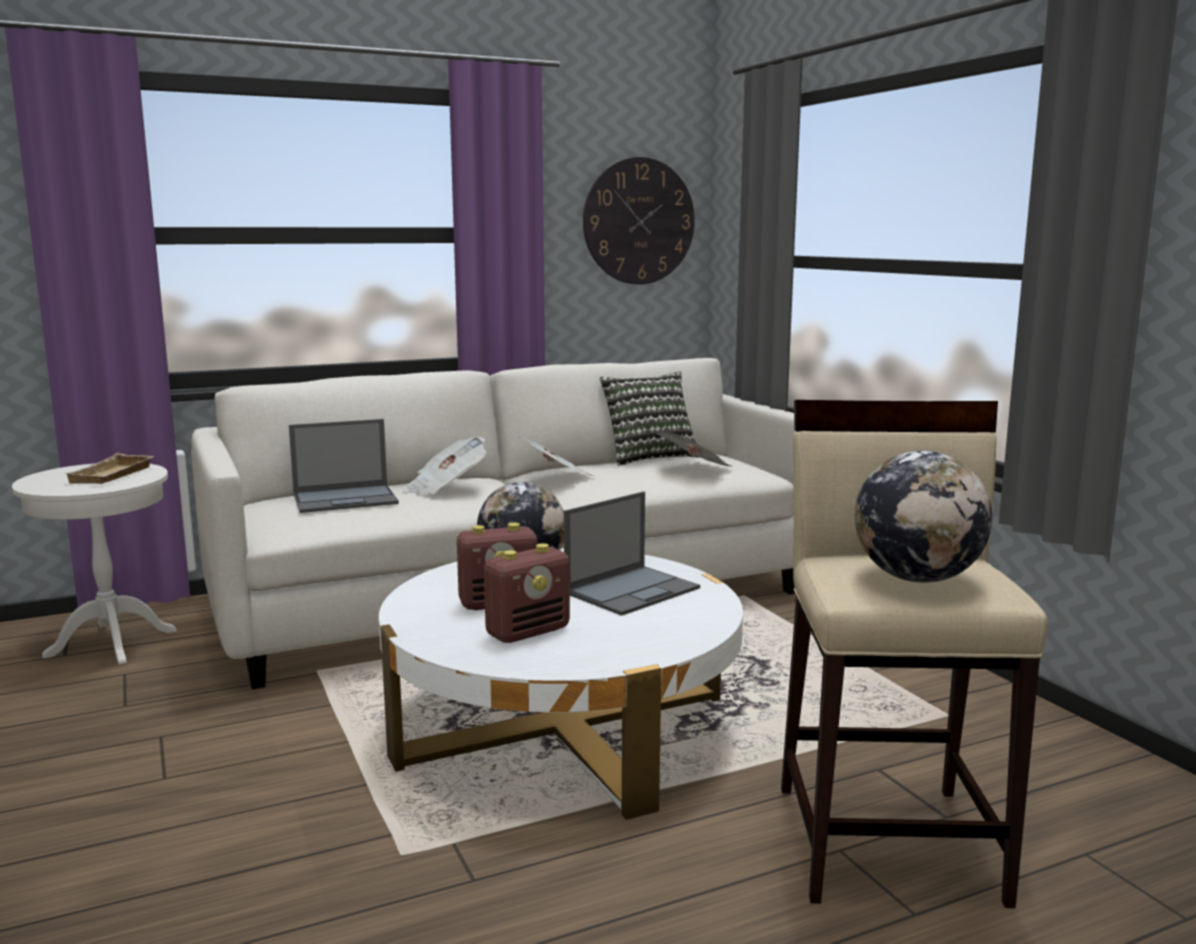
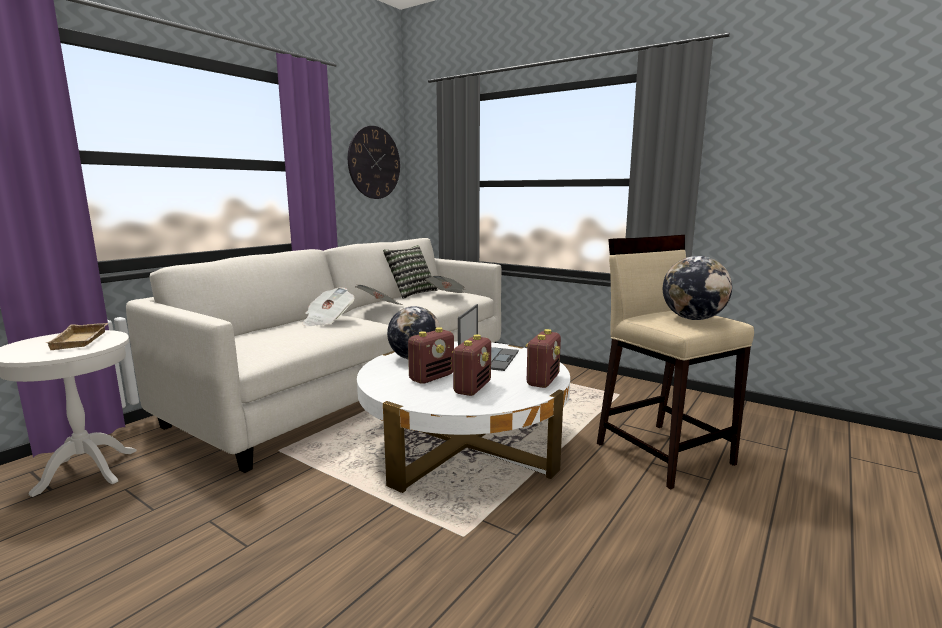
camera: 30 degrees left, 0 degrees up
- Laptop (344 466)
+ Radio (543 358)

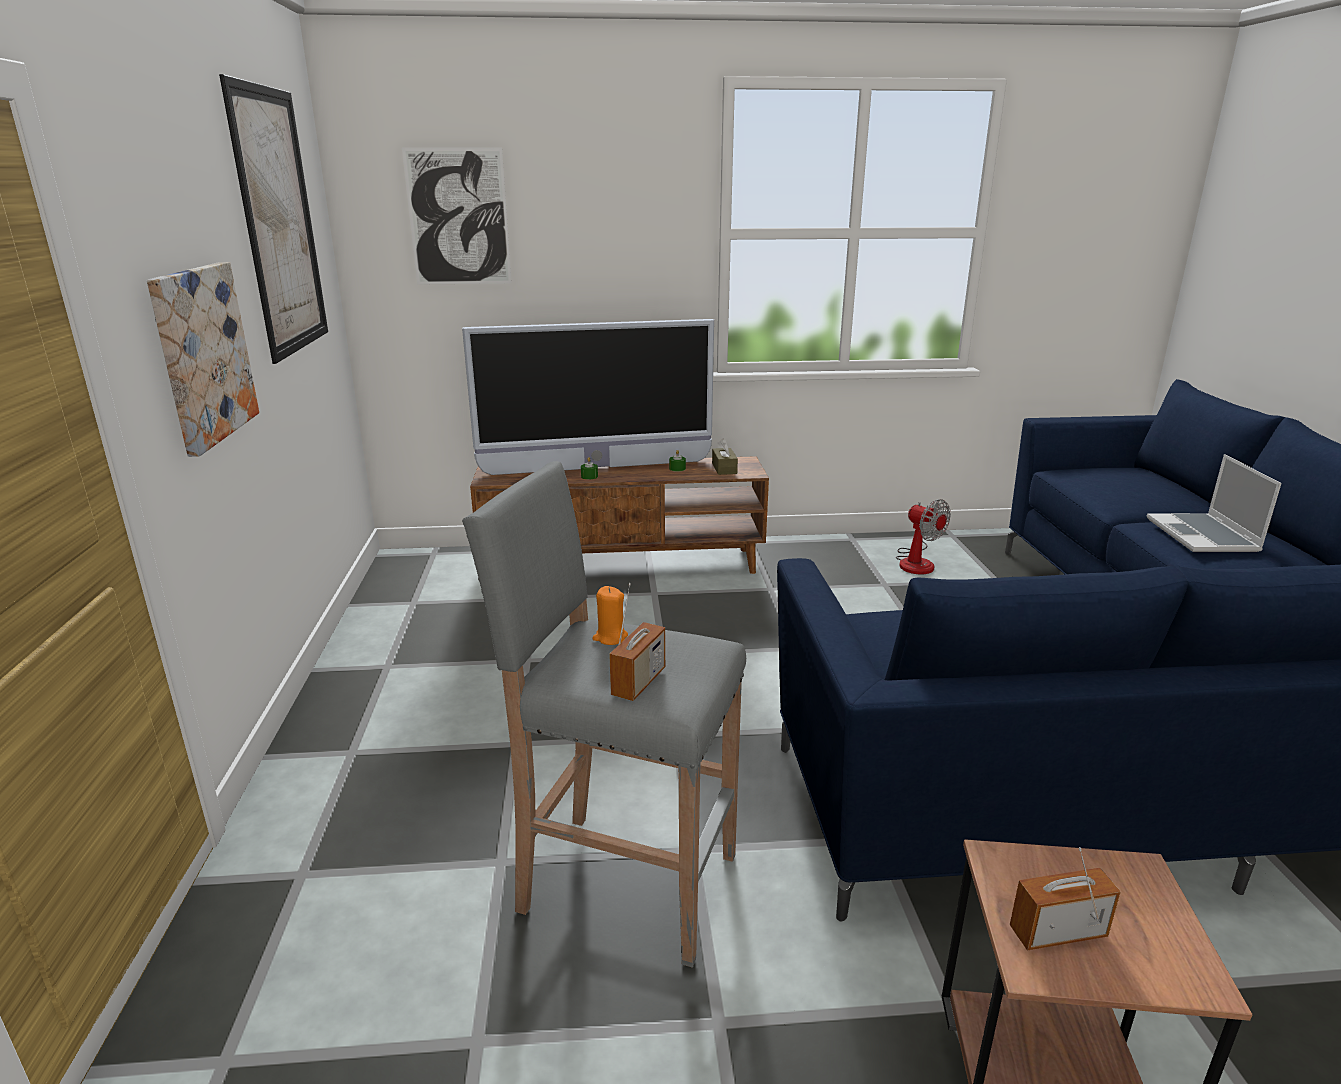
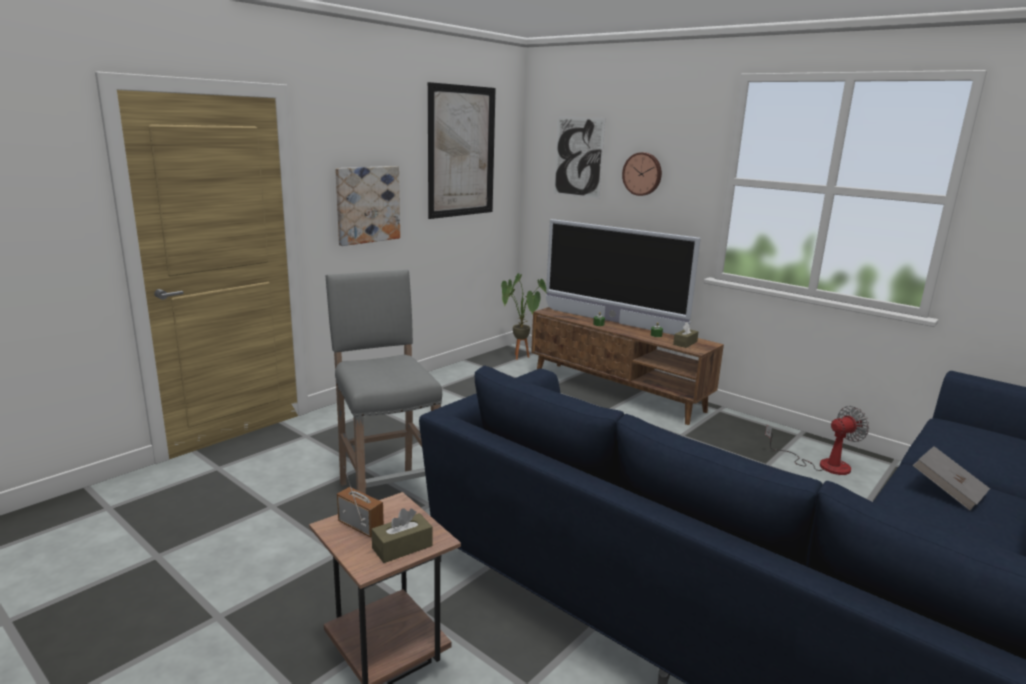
camera: 45 degrees right, 5 degrees down
~ Laptop (1214 503) to Buch/grau (951 478)
~ Ventilator (923 537) = (817 440) 120 degrees counterclockwise
- Radio (637 642)
- Kerze/orange (610 615)
+ Wanduhr (642 174)
+ Topfpflanze (524 316)
+ Taschentuchbox/braun (402 535)

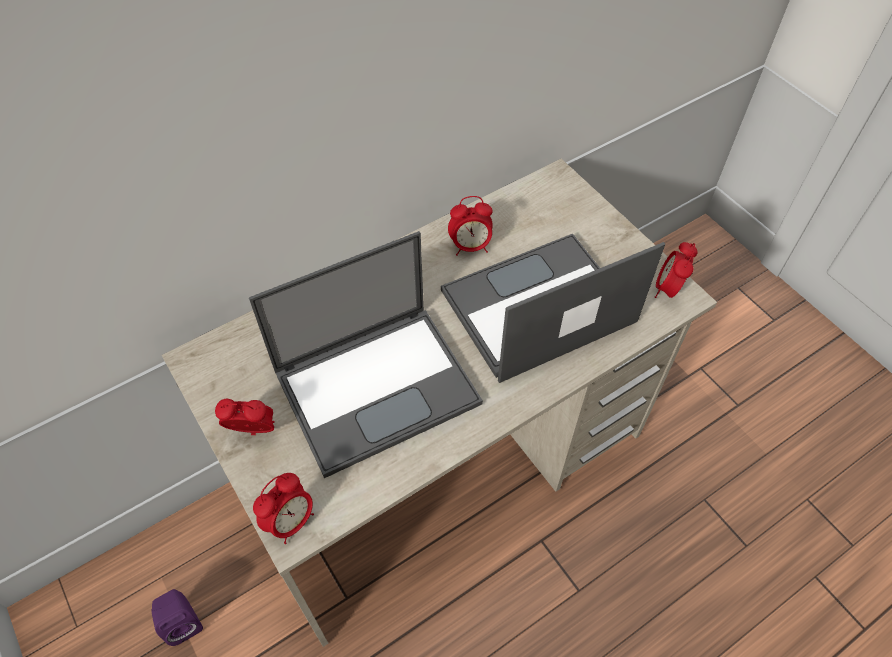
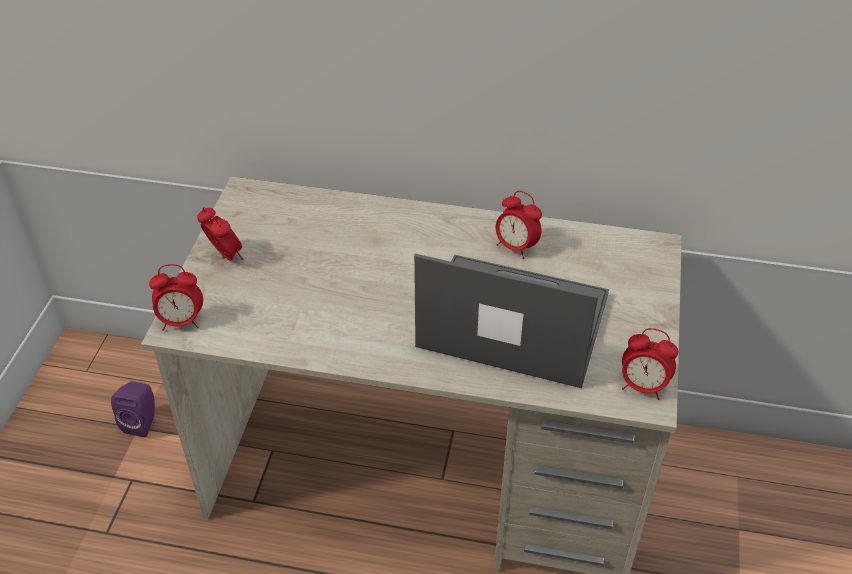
camera: 45 degrees right, 10 degrees down
- Laptop (366 354)
~ Wecker (676 270) = (650 364) 135 degrees counterclockwise

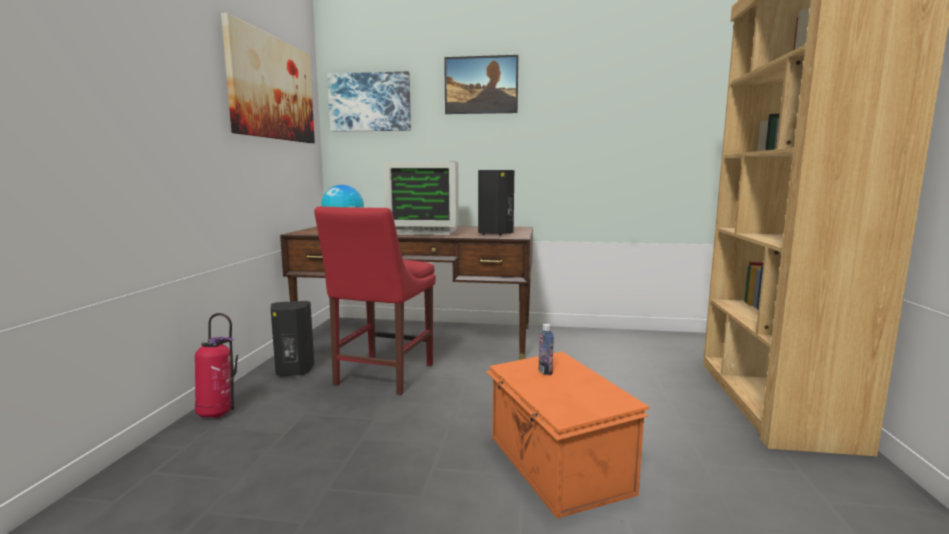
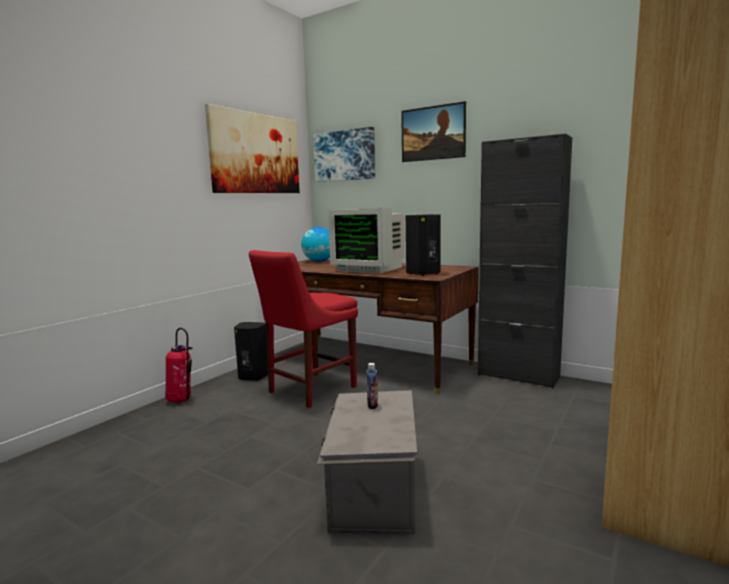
camera: 25 degrees right, 0 degrees up
~ Aufbewahrungsbox/orange (567 435) to Aufbewahrungsbox/grau (367 462)
+ Schrank/schwarz (525 261)

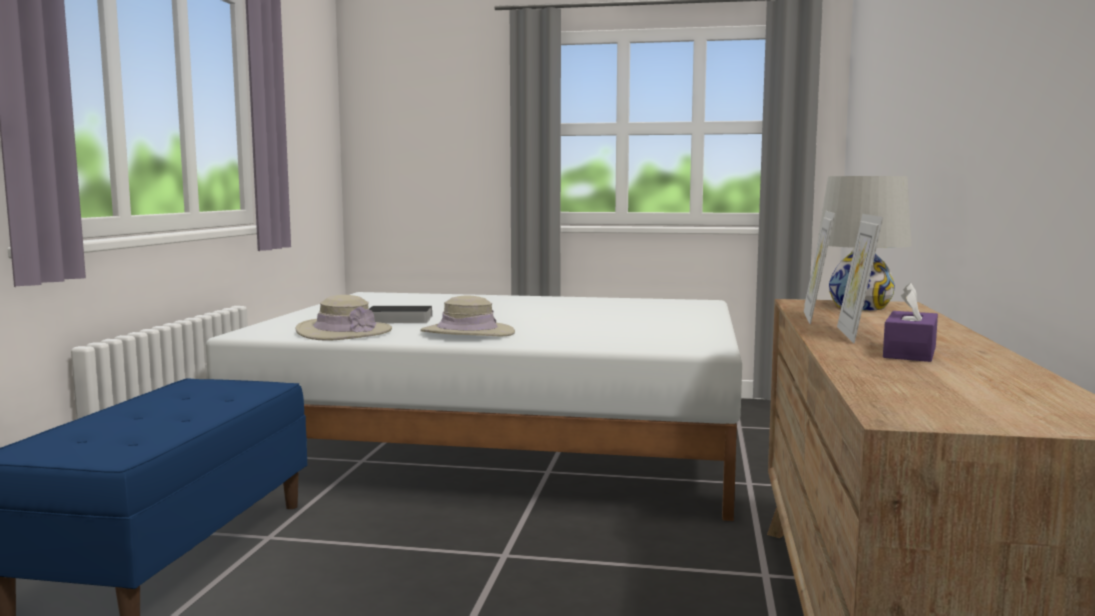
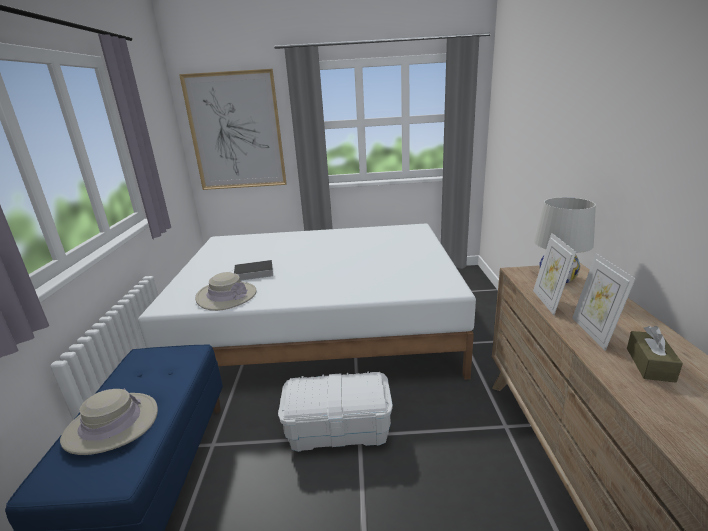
camera: 10 degrees left, 15 degrees up
~ Taschentuchbox/lila (910 322) to Taschentuchbox/braun (655 354)
~ Hut/beige (467 316) to (109 422)
+ Bild (233 129)
+ Aufbewahrungsbox/weiß (335 411)

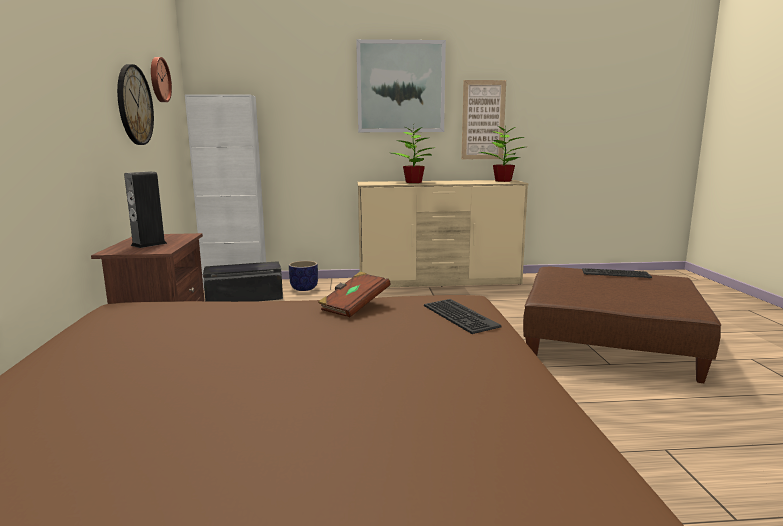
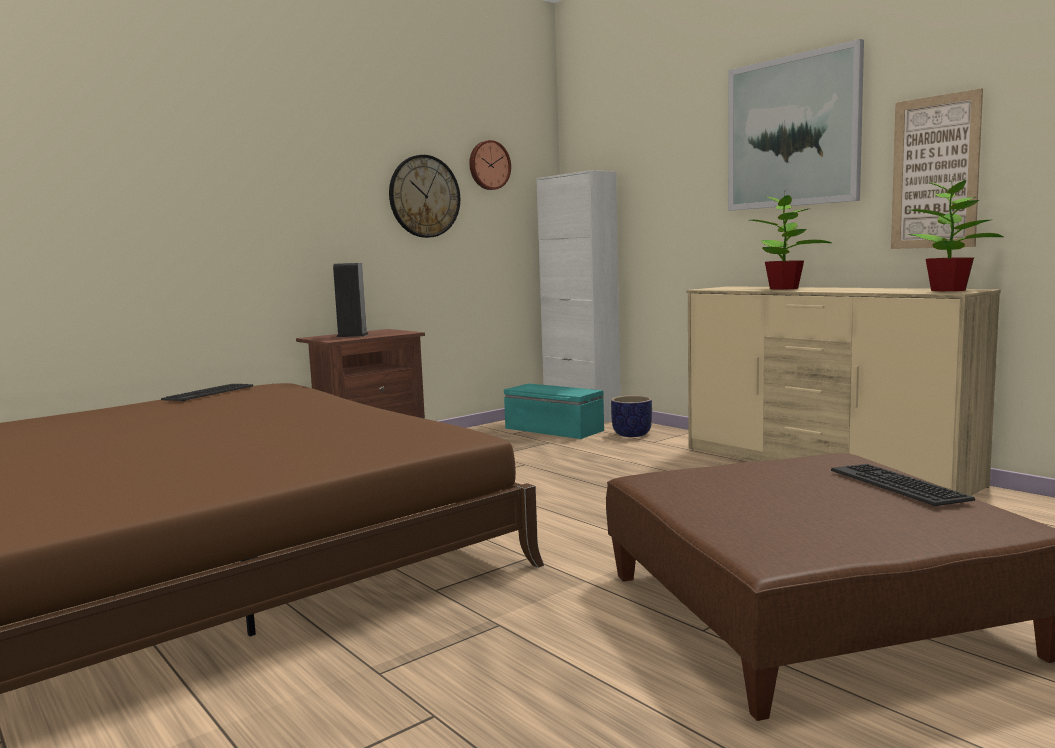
camera: 55 degrees right, 5 degrees down
~ Aufbewahrungsbox/schwarz (243 281) to Aufbewahrungsbox/türkis (554 411)
- Buch/braun (354 294)
~ Tastatur (463 316) to (207 392)

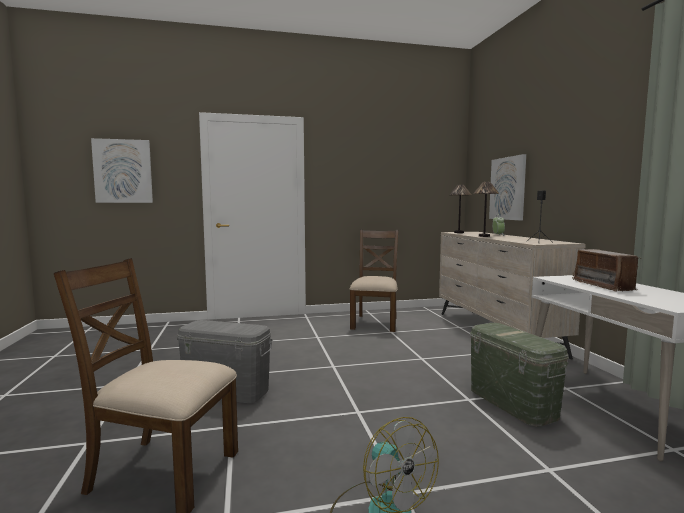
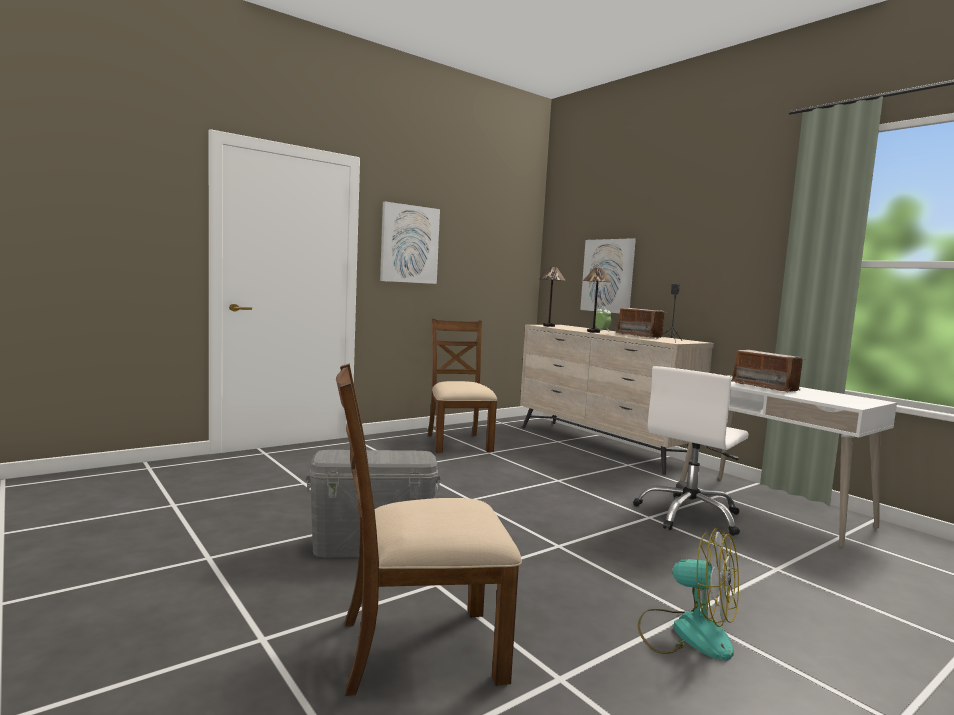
camera: 25 degrees left, 0 degrees up
~ Bild (122 170) to (410 242)
~ Aufbewahrungsbox/grün (519 375) to Bürostuhl/weiß (691 451)
+ Radio (640 323)

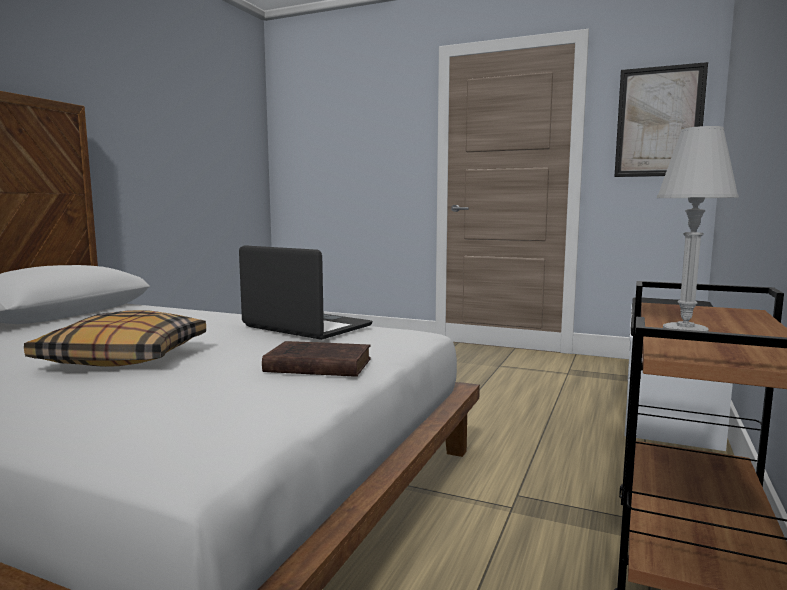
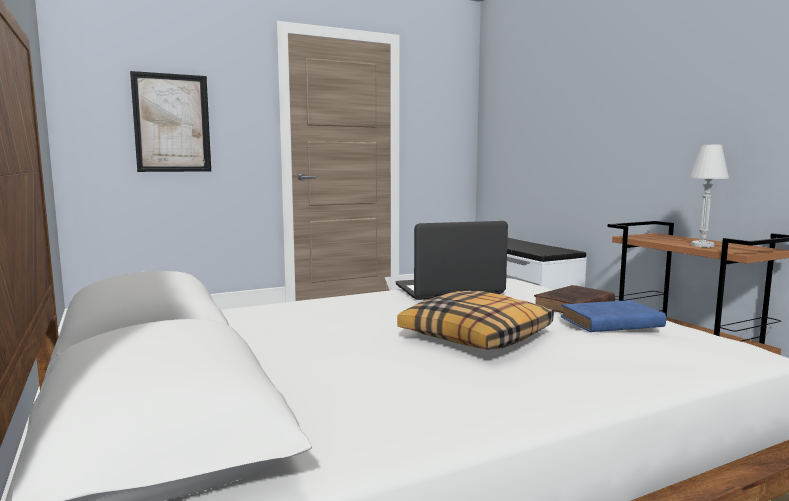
camera: 50 degrees left, 0 degrees up
~ Bild (661 119) to (170 121)
+ Buch/blau (613 316)

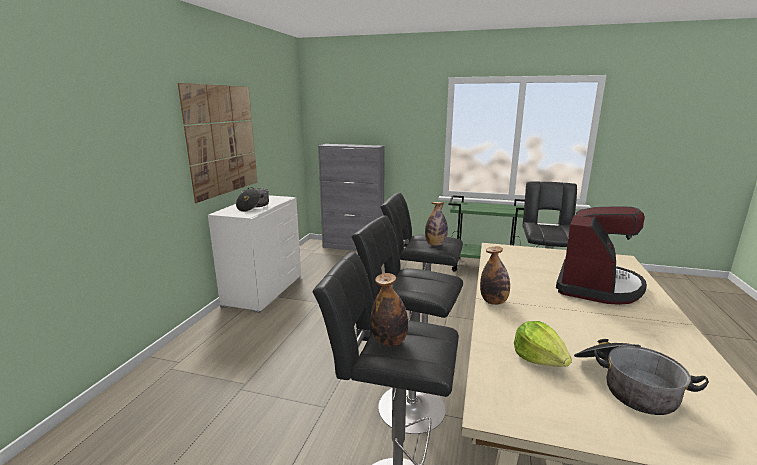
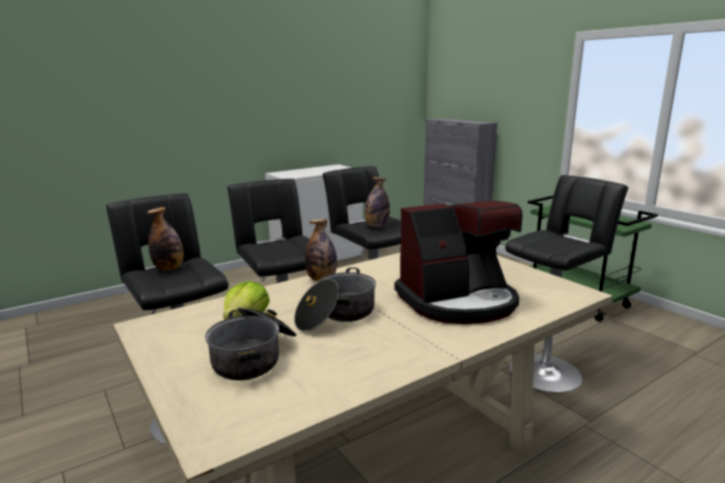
camera: 40 degrees right, 0 degrees up
- Bild (218 143)
~ Kochtopf (252 199) to (335 299)

